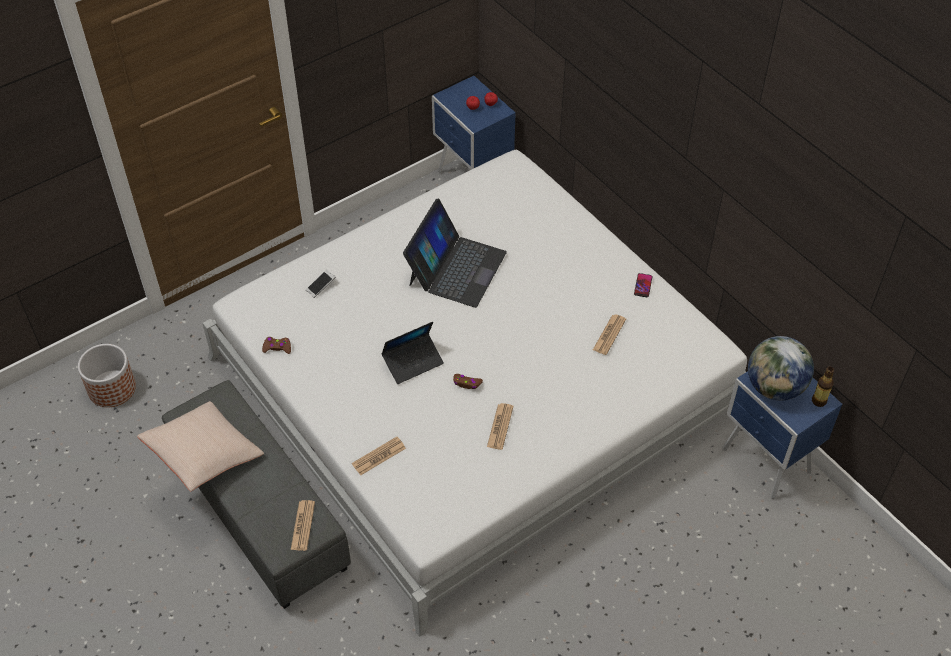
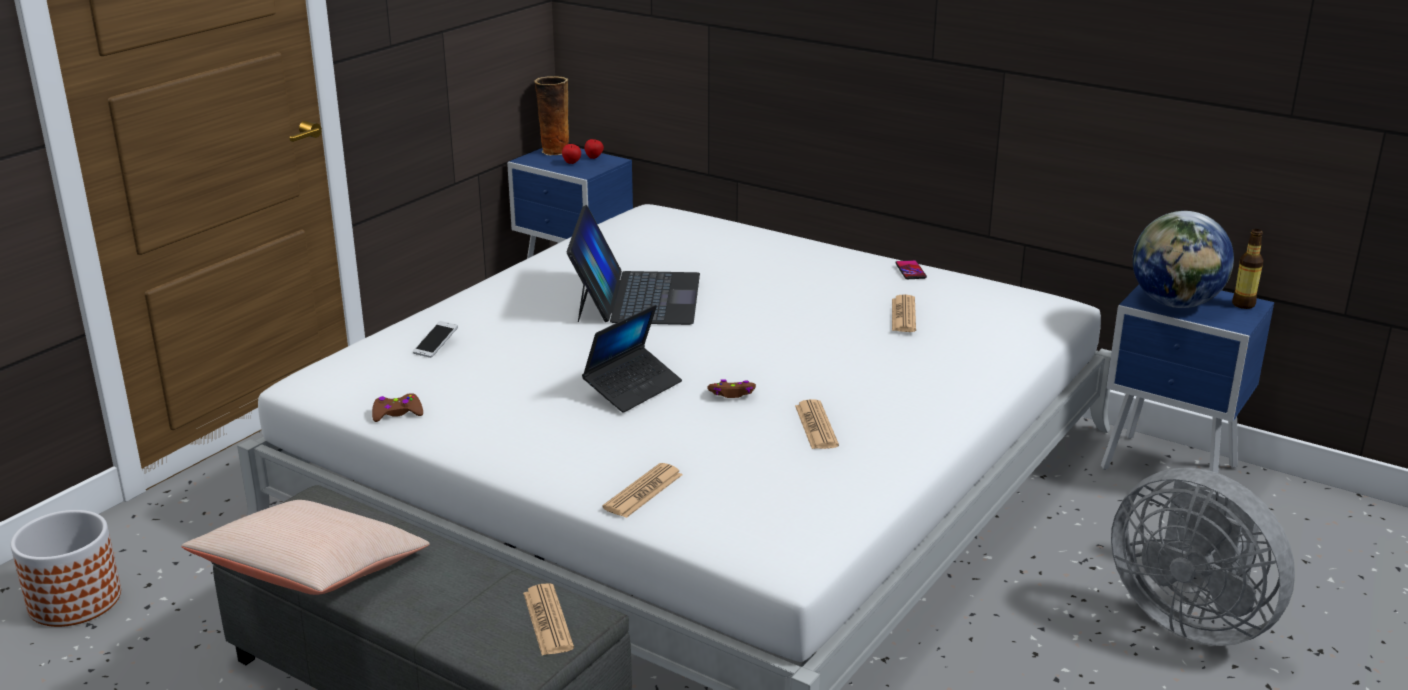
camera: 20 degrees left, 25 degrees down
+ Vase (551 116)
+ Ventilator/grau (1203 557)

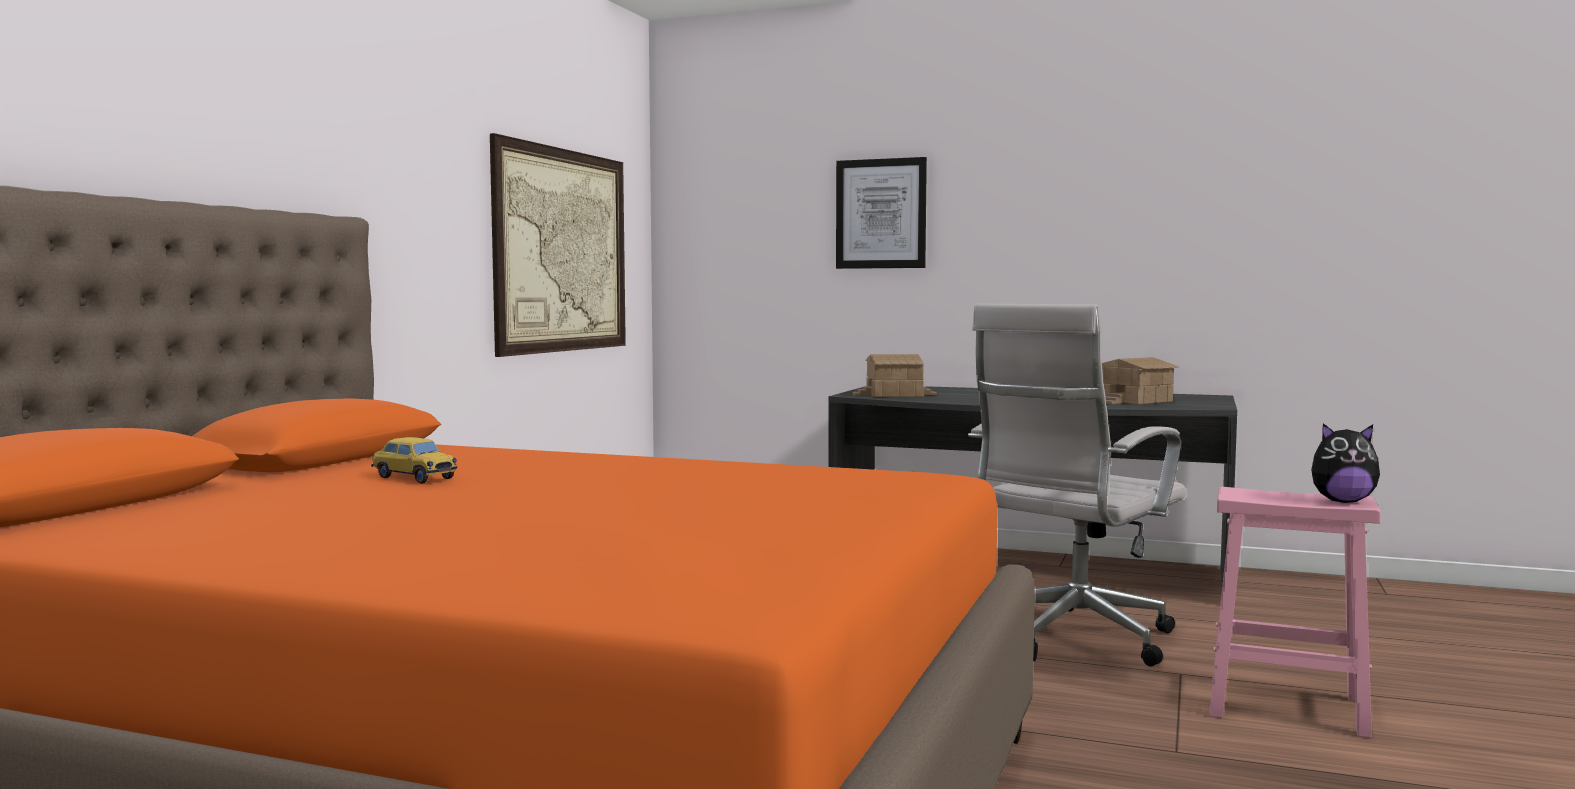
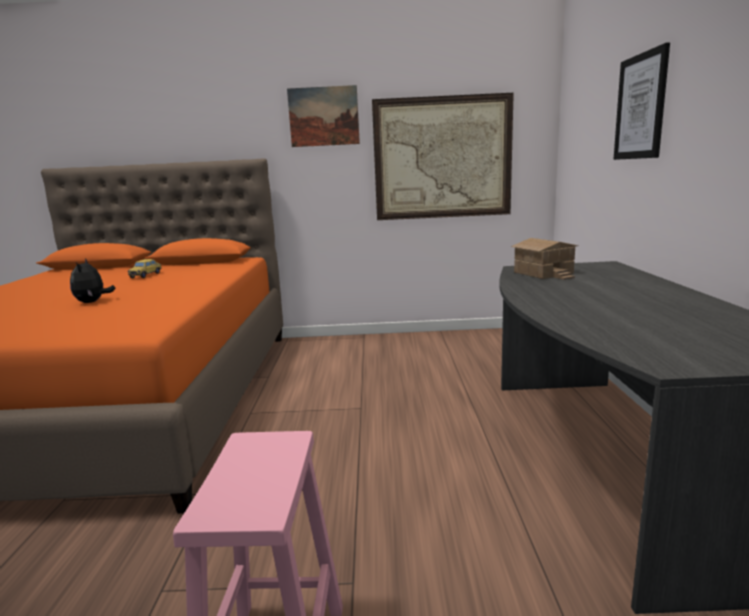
camera: 70 degrees right, 10 degrees up
- Bürostuhl/weiß (1077 485)
- Spielzeughaus (1140 381)
~ Plüschtier (1345 463) to (93 280)
+ Bild (323 116)

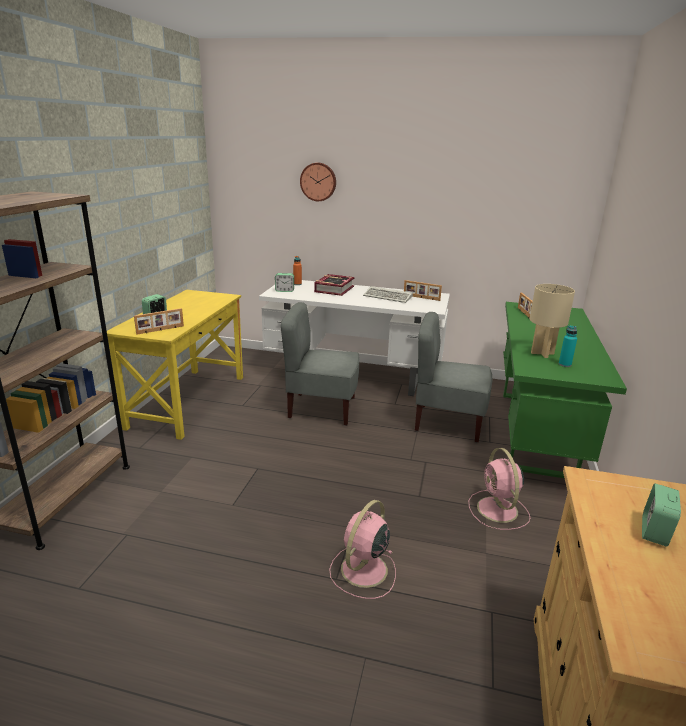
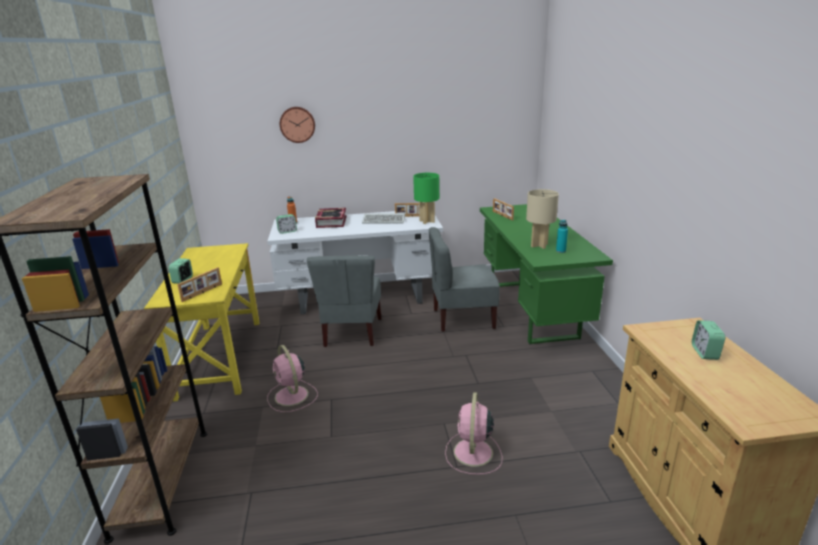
camera: 20 degrees left, 0 degrees up
~ Stuhl/grau (320 364) = (344 301) 75 degrees counterclockwise
~ Ventilator/rosa (499 489) to (292 378)
+ Tischlampe/grün (426 198)

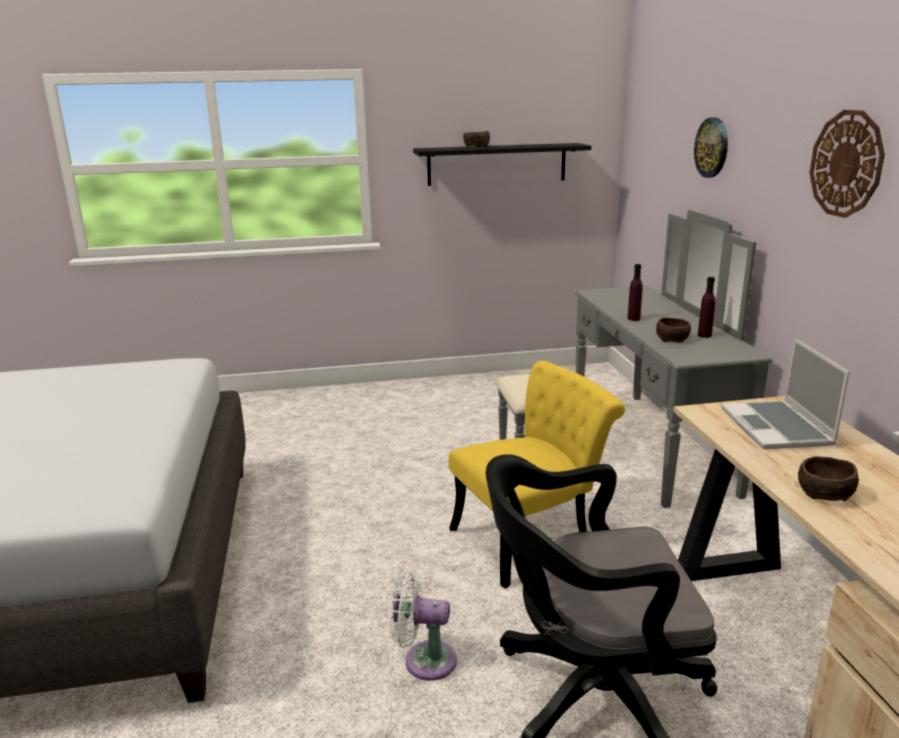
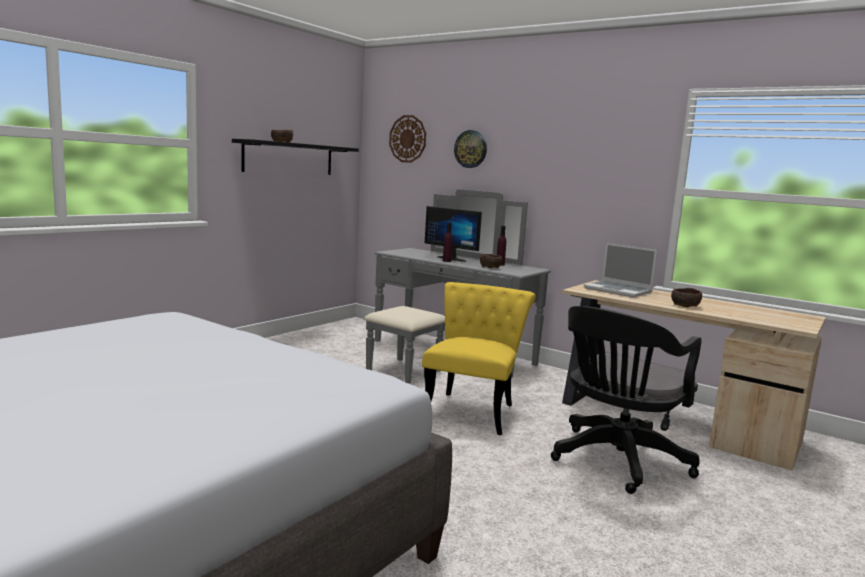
camera: 45 degrees left, 10 degrees down
~ Wanduhr (847 164) to (407 139)
- Ventilator/weiß (423 627)
+ Monitor (453 234)

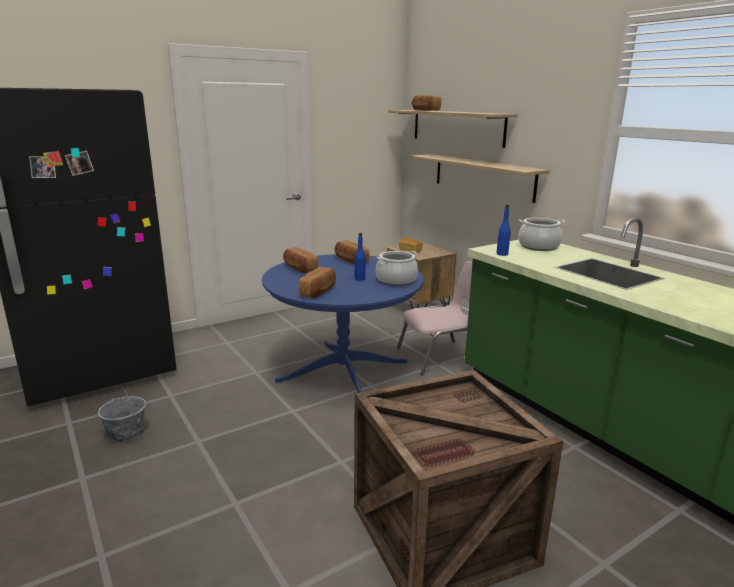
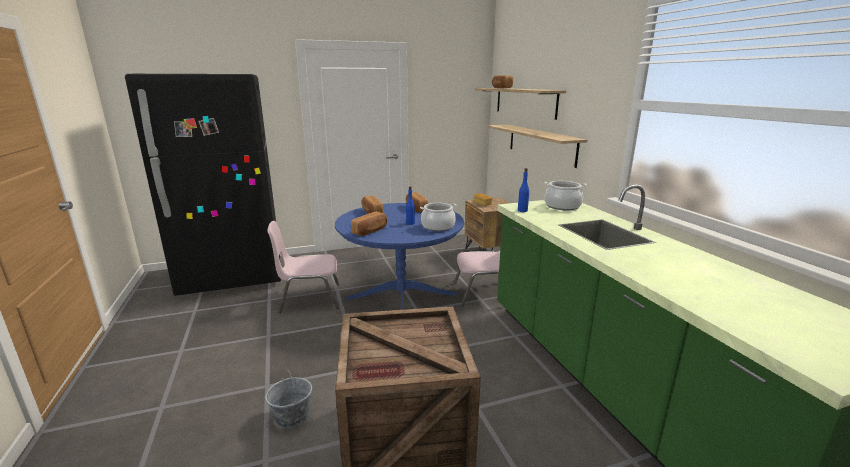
camera: 15 degrees right, 0 degrees up
~ Eimer/grau (122 414) to (288 398)
+ Stuhl/rosa (303 267)

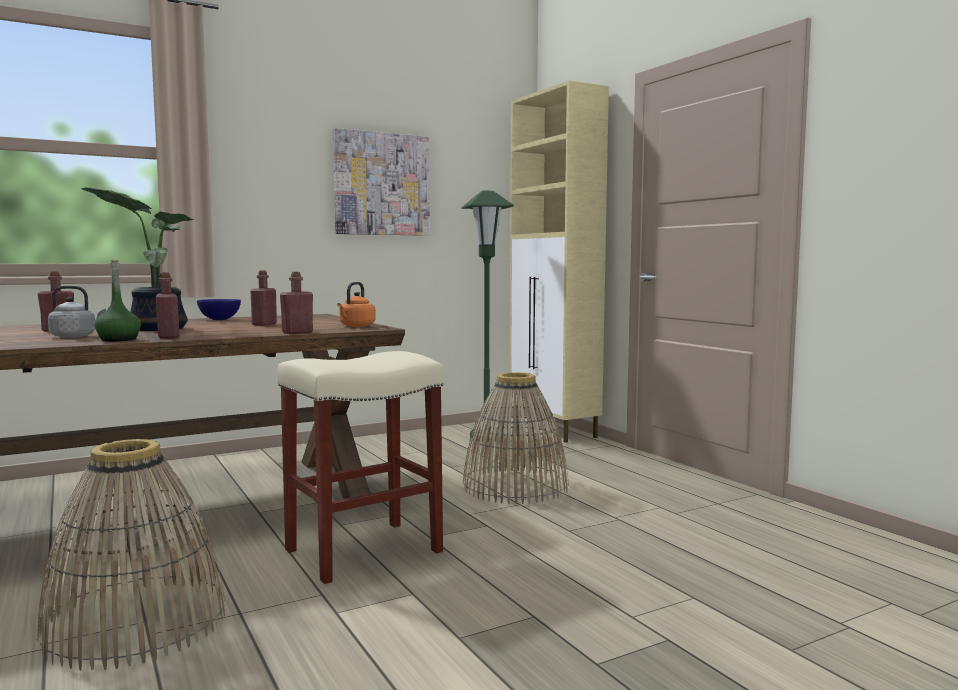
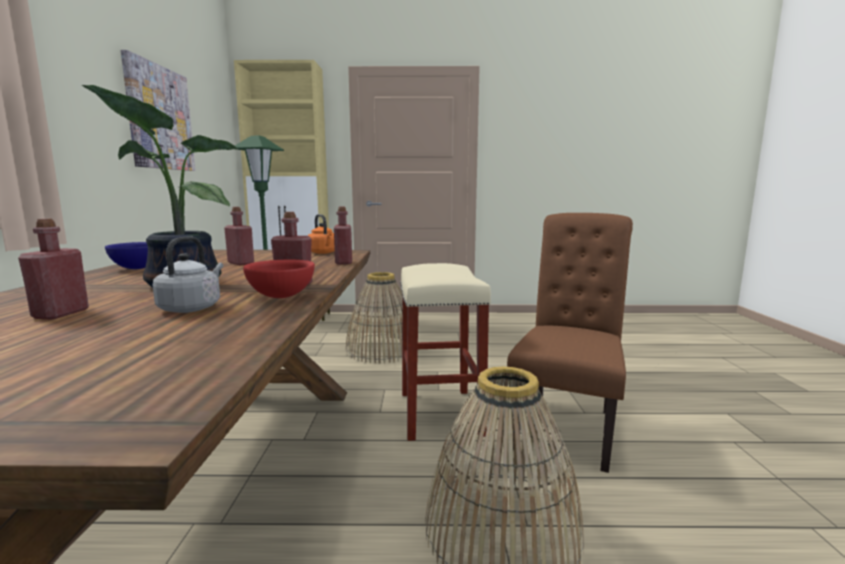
camera: 60 degrees left, 5 degrees up
~ Flasche/grün (118 300) to Schüssel/rot (279 279)
+ Stuhl/braun (570 343)

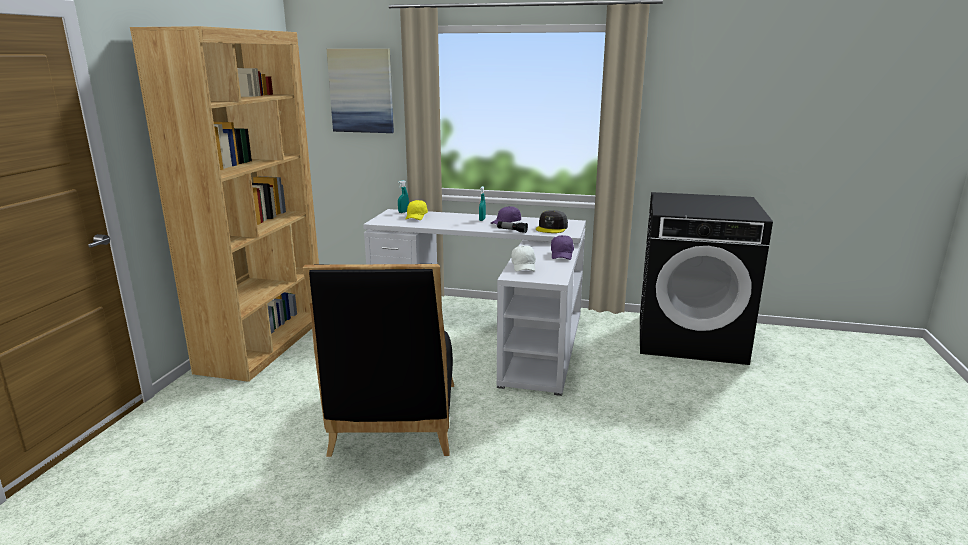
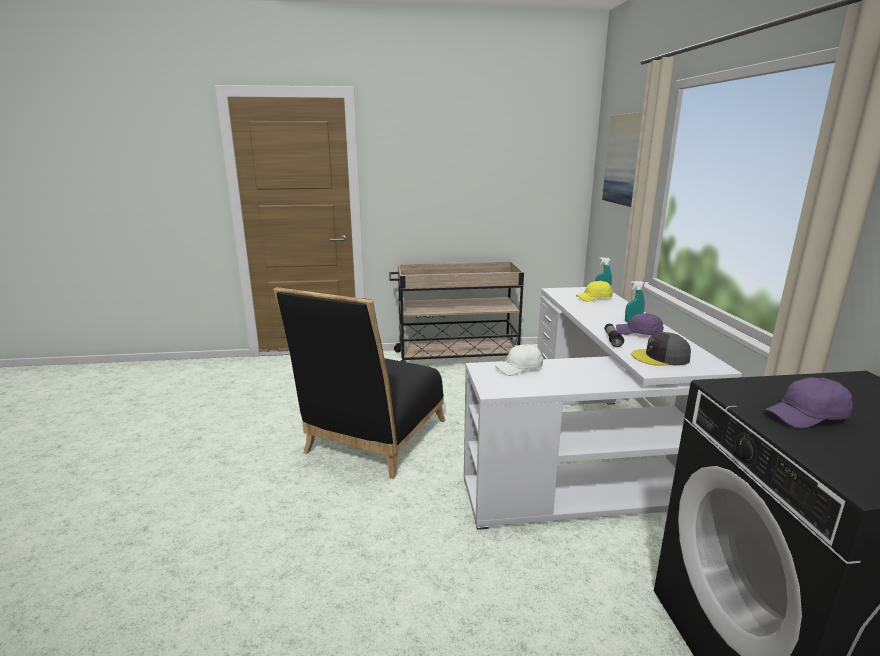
camera: 70 degrees right, 0 degrees up
~ Bücherregal/braun (224 204) to Rollwagen/beige (456 311)
~ Kappe/lila (562 247) to (808 403)
~ Stuhl/schwarz (378 360) = (359 383) 45 degrees counterclockwise

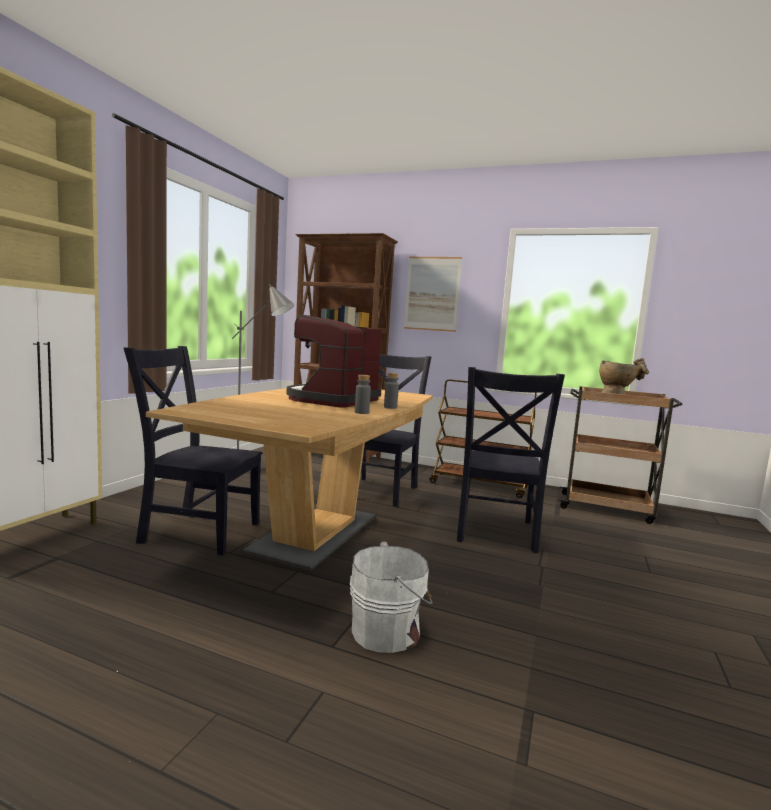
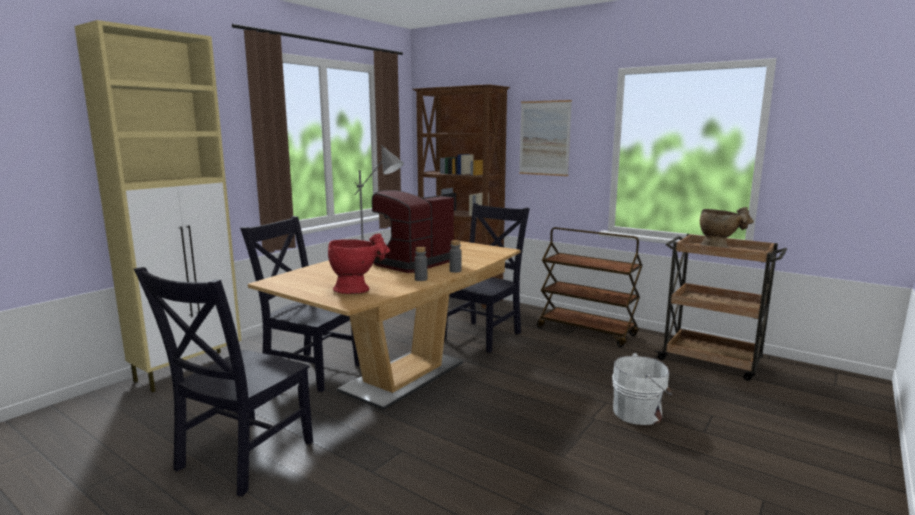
camera: 15 degrees right, 5 degrees up
~ Stuhl/schwarz (511 460) to (223 382)
~ Eimer/weiß (391 597) to (642 389)
+ Vase/rot (359 263)

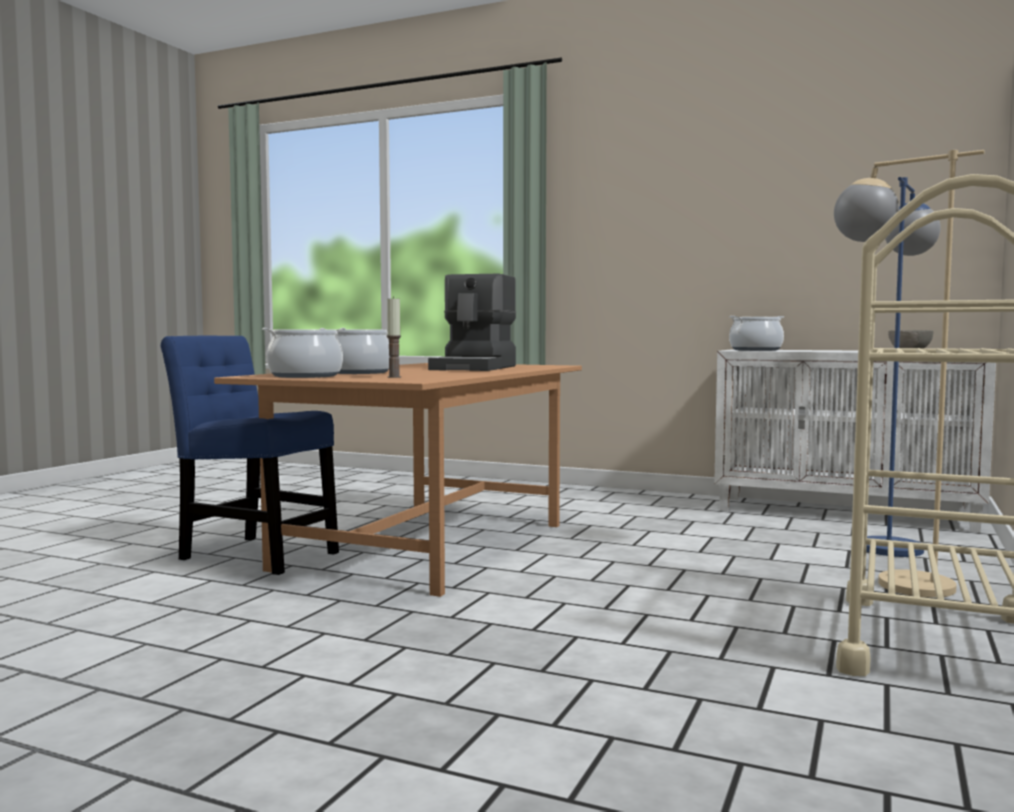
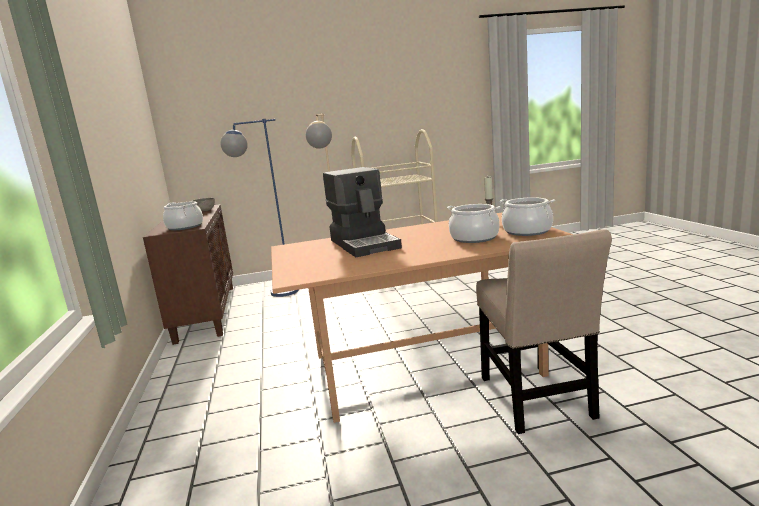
camera: 125 degrees left, 10 degrees up
~ Kaffeemaschine (472 322) = (362 212) 90 degrees clockwise
~ Stuhl/blau (250 455) to Stuhl/beige (544 331)
~ Schrank/weiß (855 441) to Schrank/braun (188 274)

